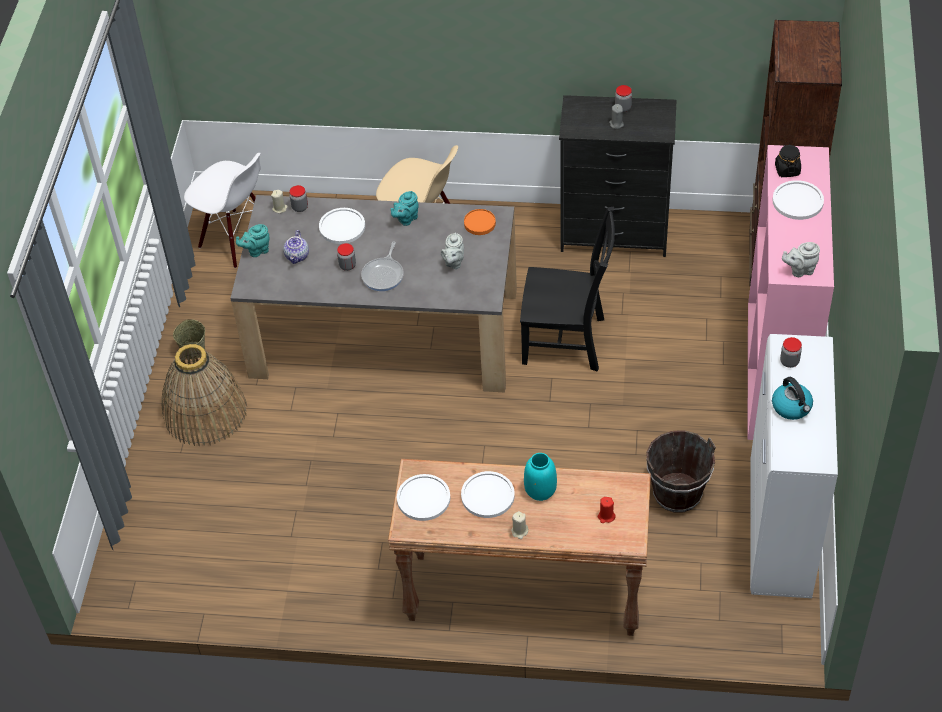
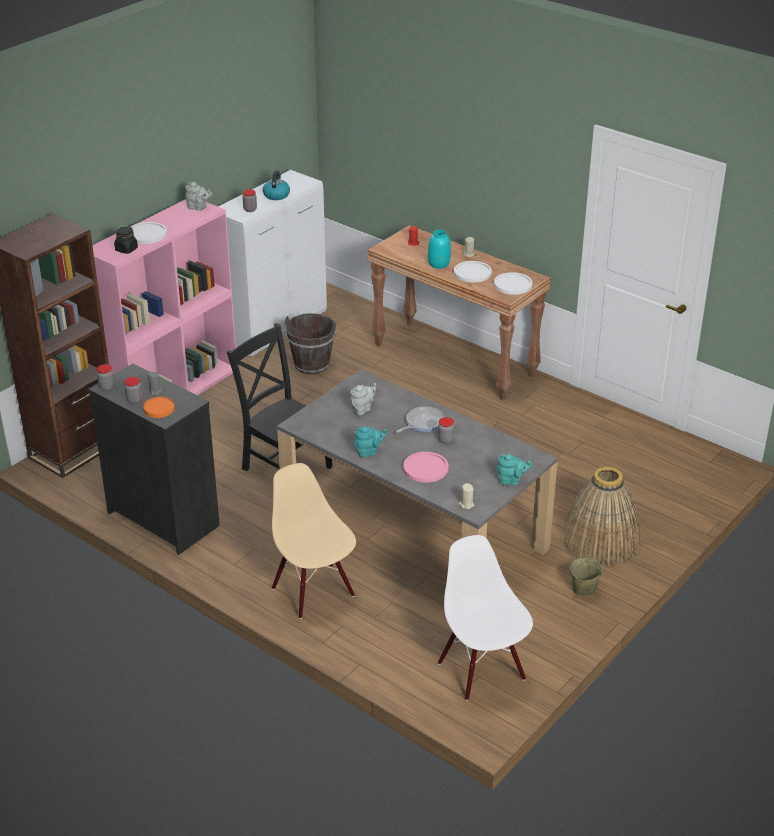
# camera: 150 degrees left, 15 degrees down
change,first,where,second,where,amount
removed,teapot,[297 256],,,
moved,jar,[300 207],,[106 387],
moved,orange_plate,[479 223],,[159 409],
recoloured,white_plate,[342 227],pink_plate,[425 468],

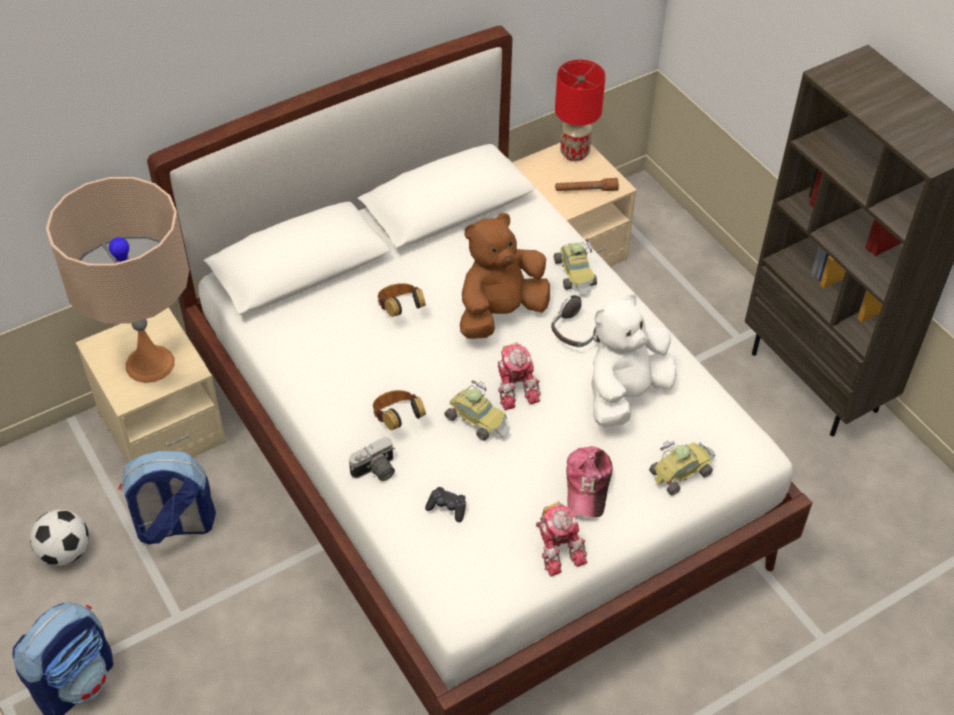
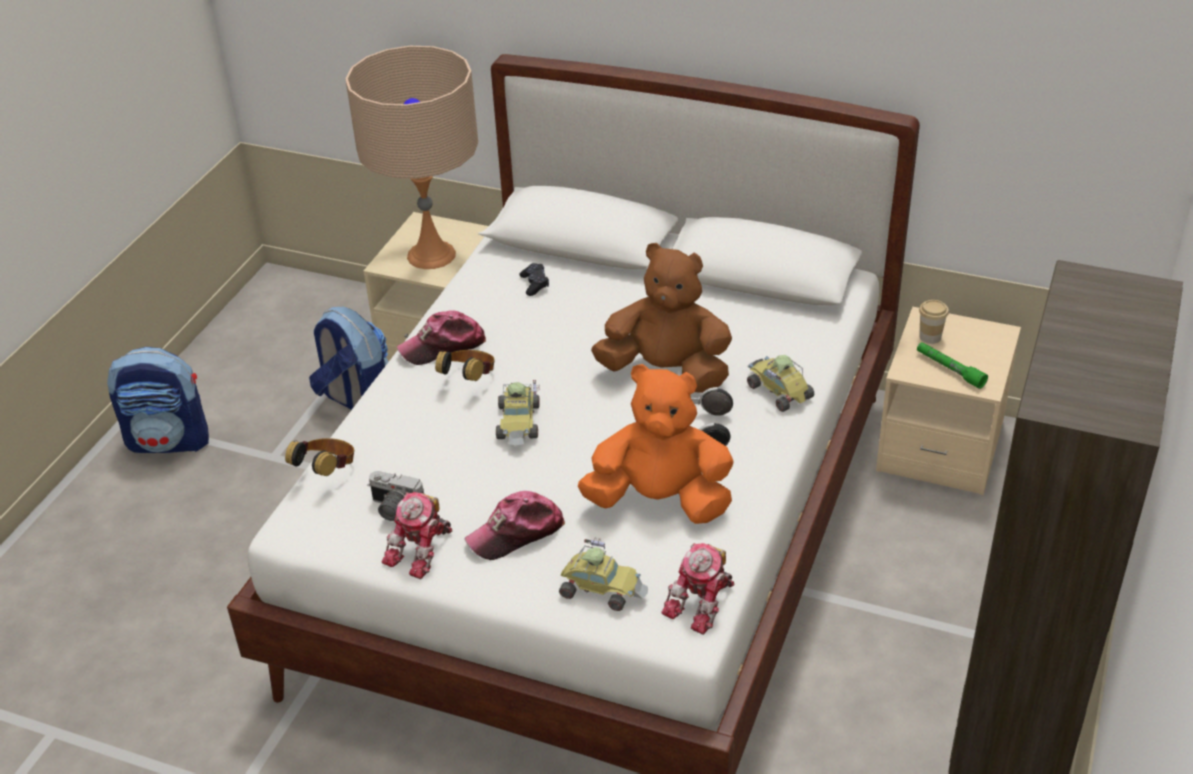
# camera: 55 degrees right, 10 degrees down
change,first,where,second,where,amount
removed,football,[65 552],,,
removed,red_table_lamp,[574 153],,,
added,,,cap,[443 346],
added,,,cup,[930 337],
moved,photo_camera,[376 471],,[394 509],
moved,headphones,[400 310],,[327 471],
moved,black_game_controller,[447 508],,[534 284],
moved,toy_robot,[515 386],,[703 603],
recoloured,brown_flashlight,[586 190],green_flashlight,[949 369],
recoloured,white_plush_toy,[625 394],orange_plush_toy,[660 501],
turned,toy_car,[576 273],,[777 391],105 degrees clockwise

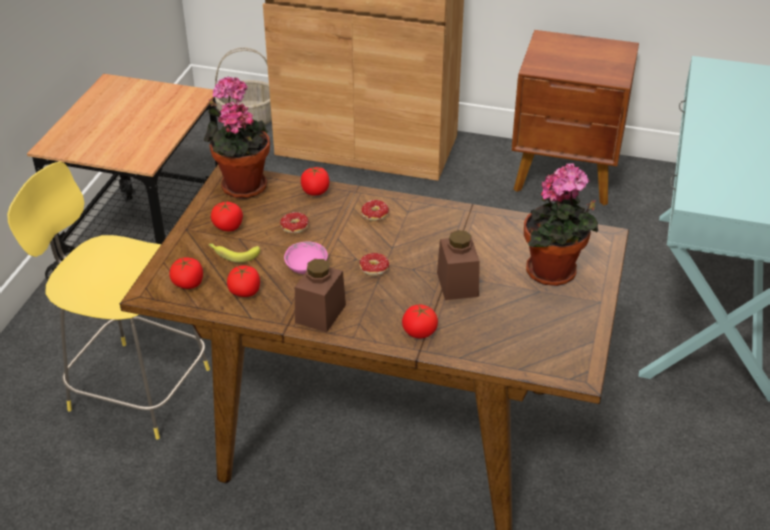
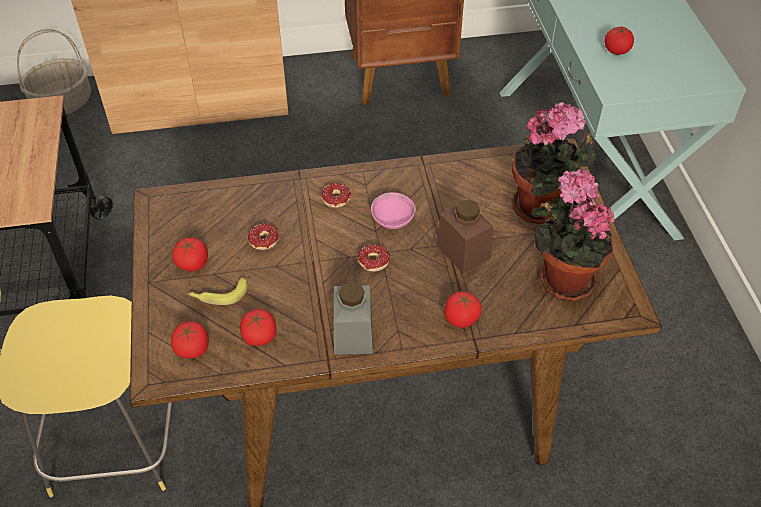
# camera: 25 degrees left, 10 degrees up
change,first,where,second,where,amount
moved,potted_plant,[241 184],,[561 279],
moved,pink_bowl,[306 267],,[392 220],
moved,tomato,[315 191],,[617 50],
recoloured,brown_jar,[320 313],grey_jar,[353 333],

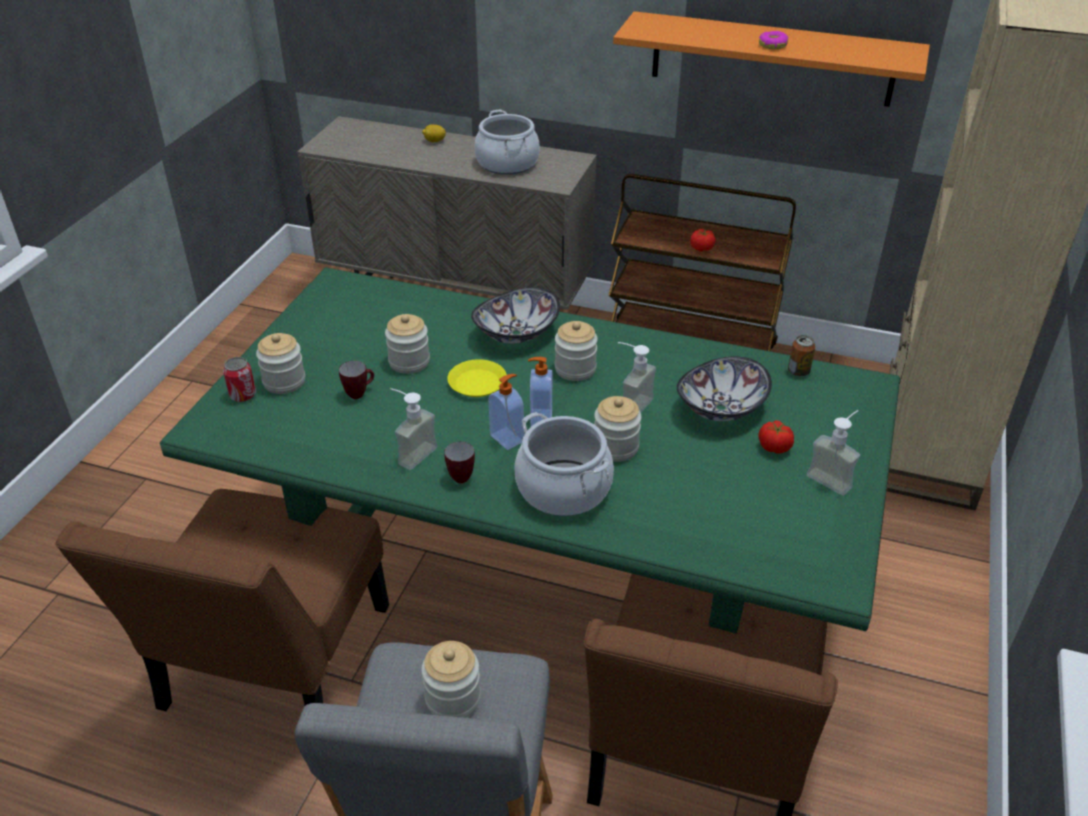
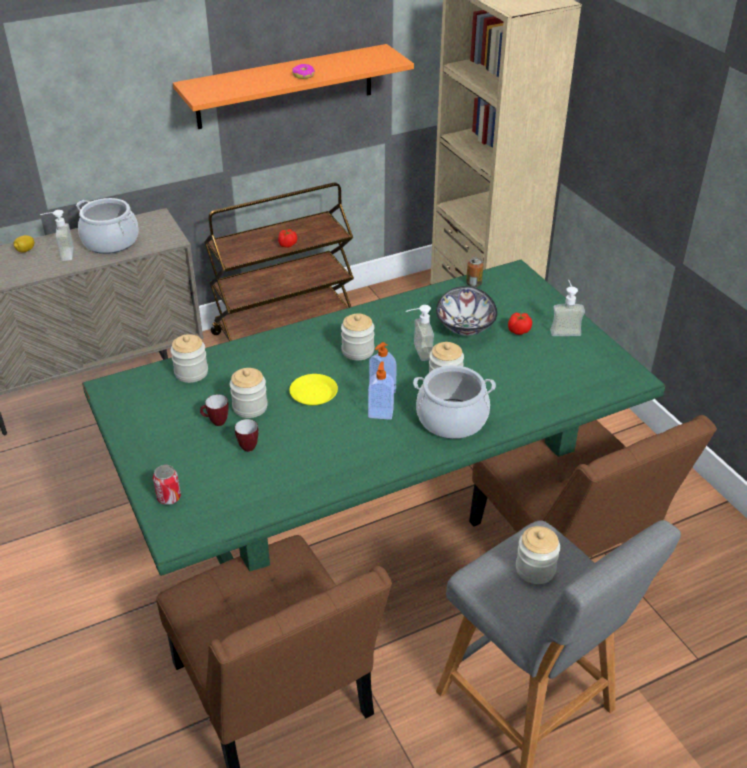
# camera: 45 degrees left, 0 degrees up
change,first,where,second,where,amount
removed,bowl,[515 333],,,
moved,jar,[284 382],,[191 372],
moved,soap_dispenser,[411 452],,[61 254],
moved,mug,[458 476],,[215 422],

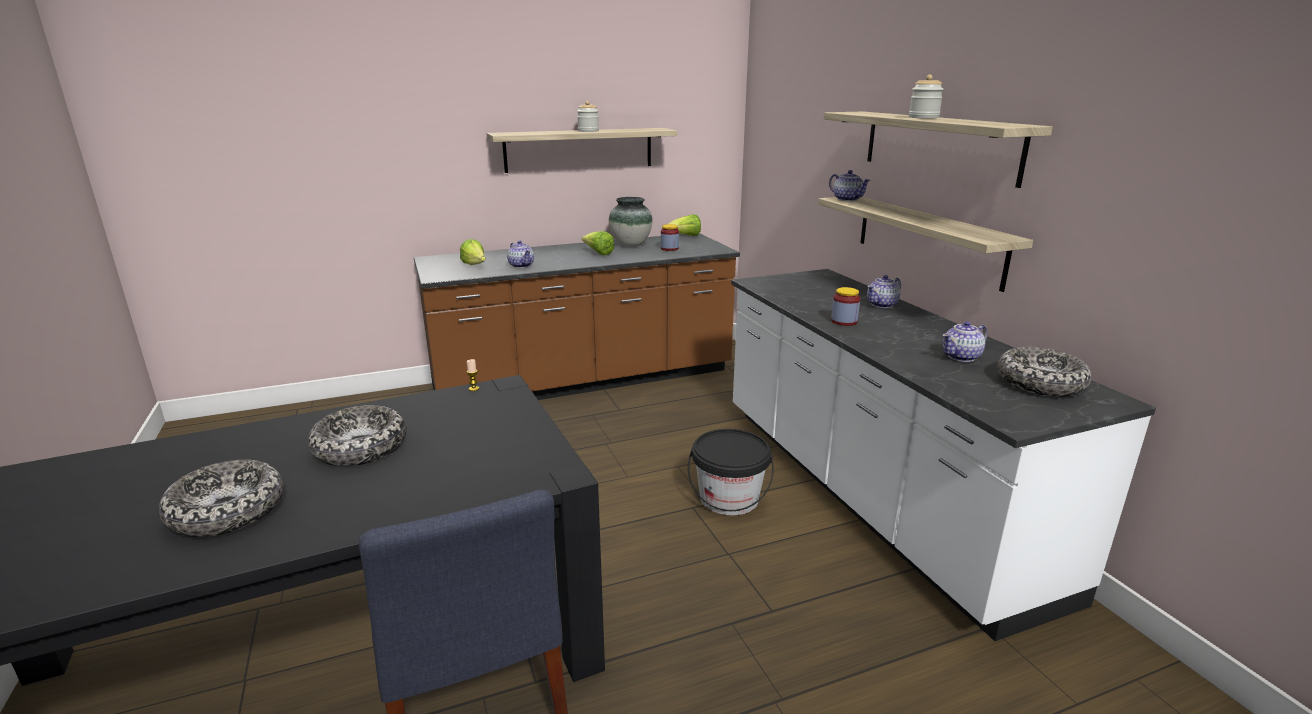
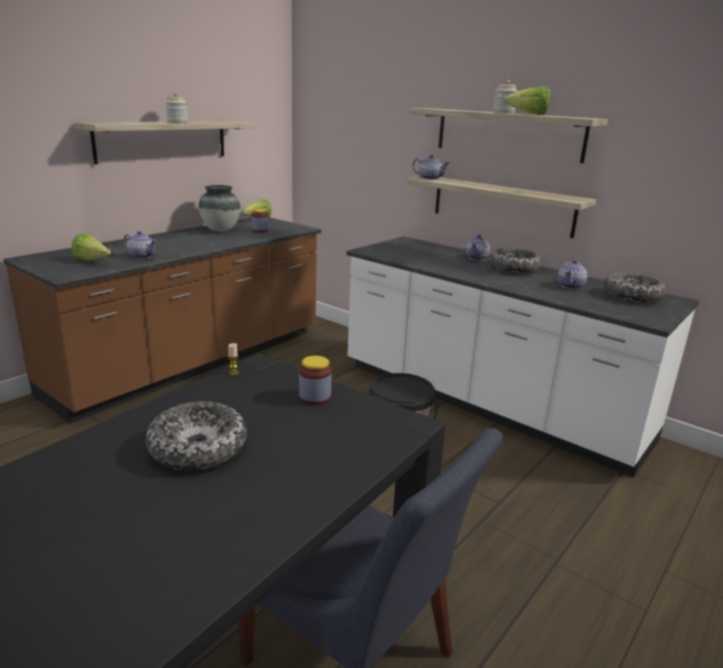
# camera: 30 degrees left, 0 degrees up
change,first,where,second,where,amount
moved,bowl,[227 511],,[513 268],
moved,lettuce,[598 253],,[529 114],
moved,jar,[844 321],,[315 397],

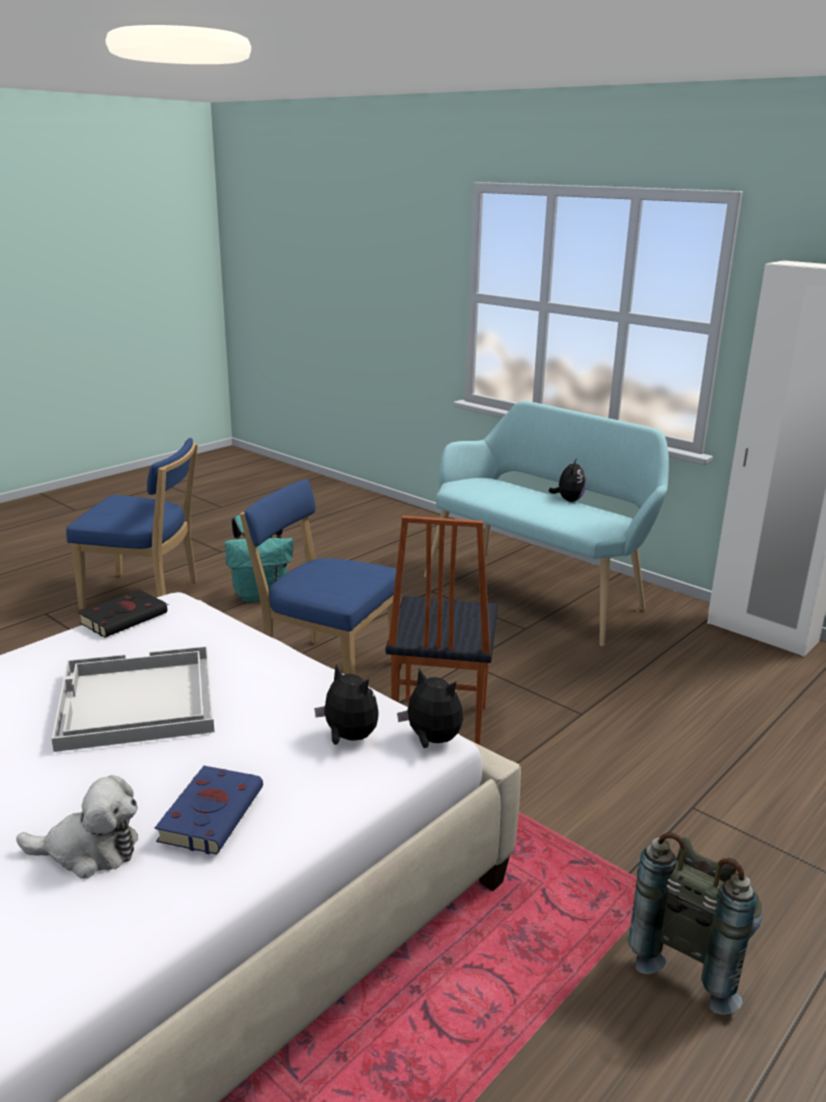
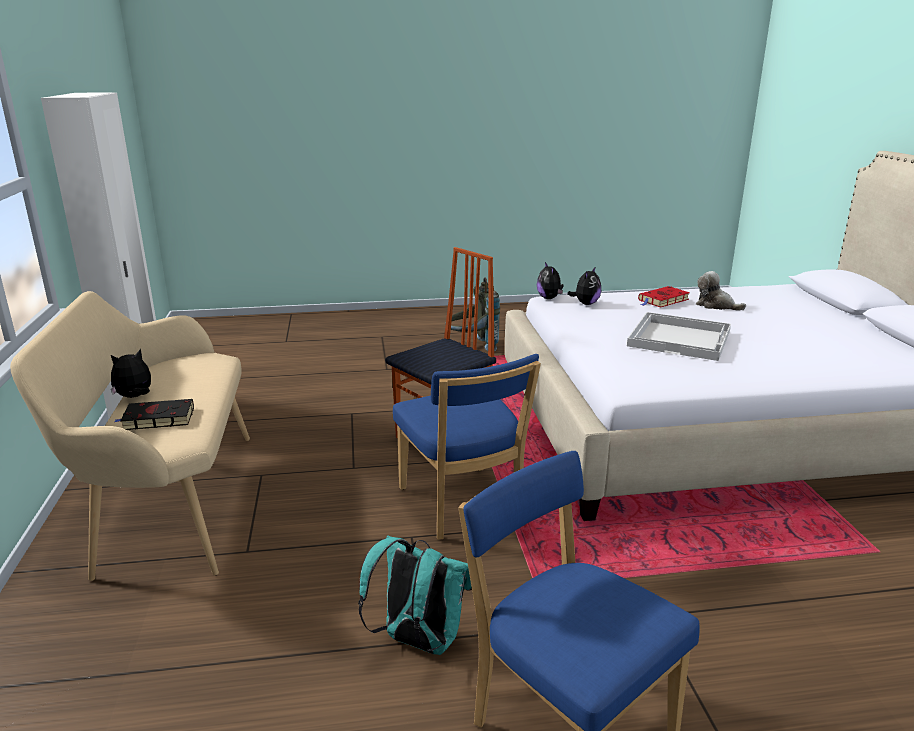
# camera: 140 degrees left, 0 degrees up
change,first,where,second,where,amount
moved,black_book,[126 617],,[156 419],
recoloured,blue_book,[212 813],red_book,[662 300],
recoloured,turquoise_bench,[540 591],beige_bench,[168 503],
turned,plush_toy,[348 738],,[585 303],135 degrees counterclockwise

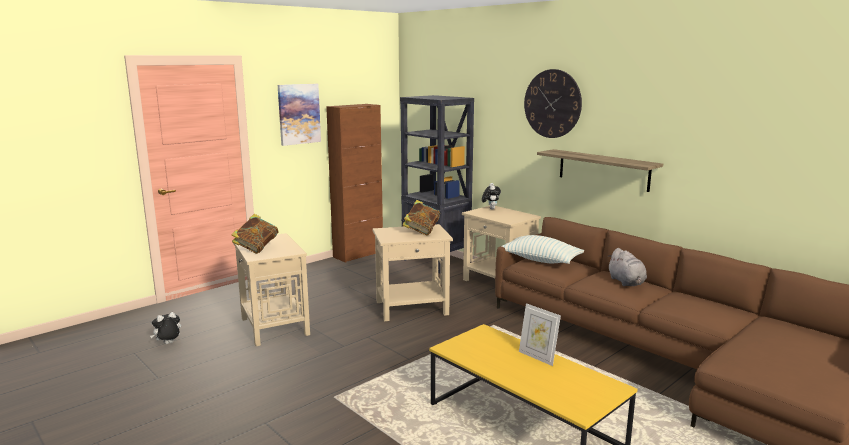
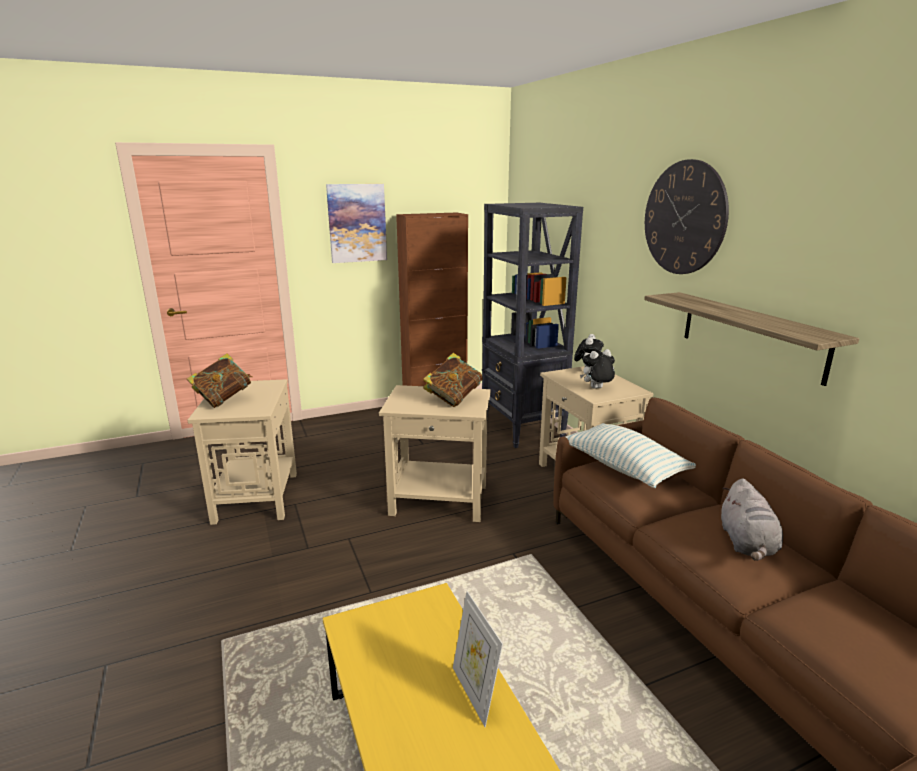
# camera: 20 degrees right, 5 degrees up
change,first,where,second,where,amount
moved,plush_toy,[168 344],,[596 389],

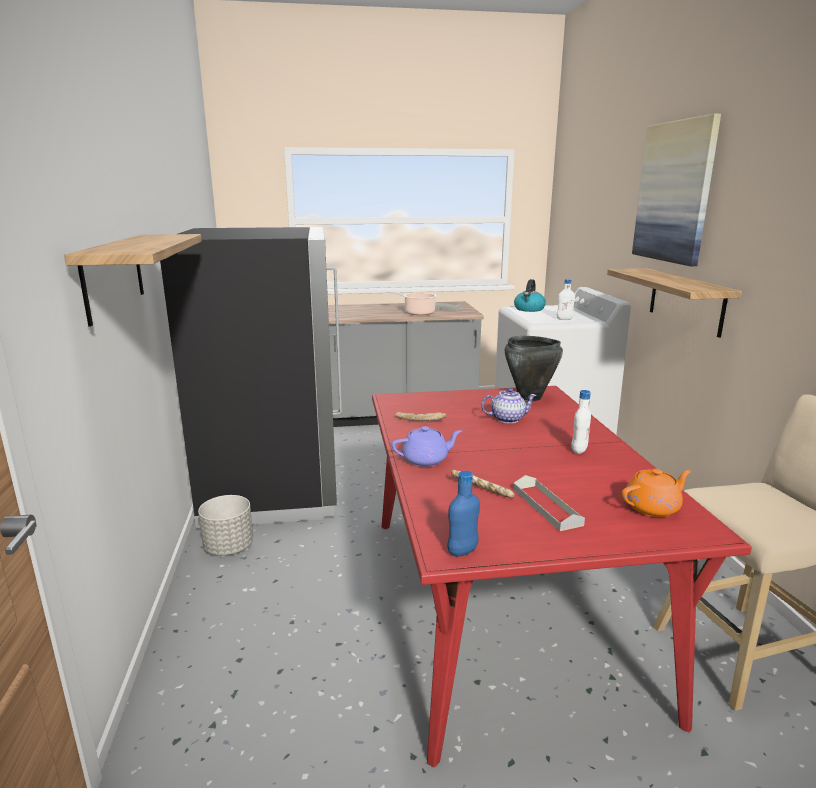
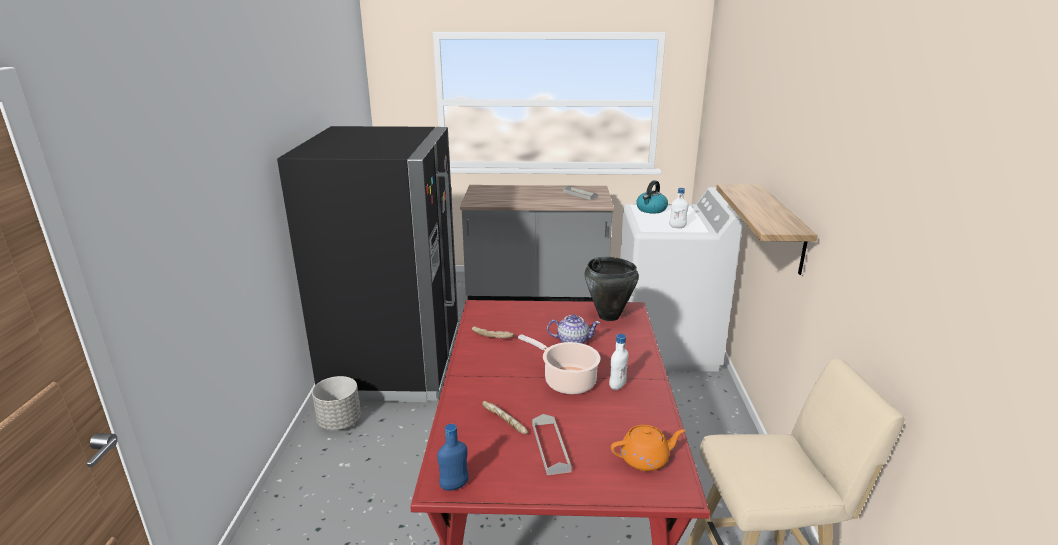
# camera: 10 degrees right, 5 degrees up
change,first,where,second,where,amount
removed,shelf,[113 276],,,
removed,purple_teapot,[426 460],,,
removed,picture,[674 192],,,
moved,cooking_pot,[417 313],,[566 381],

